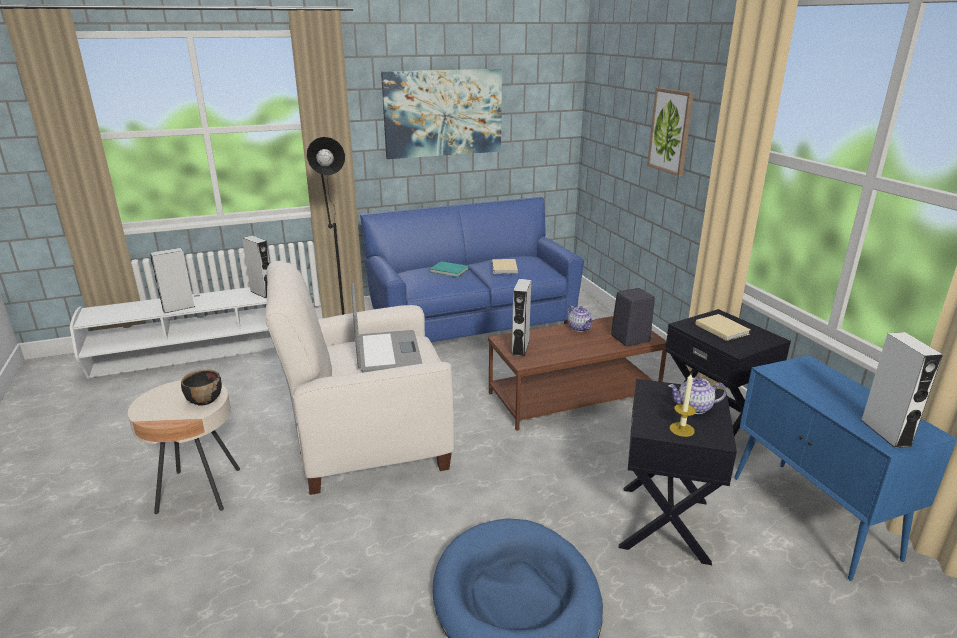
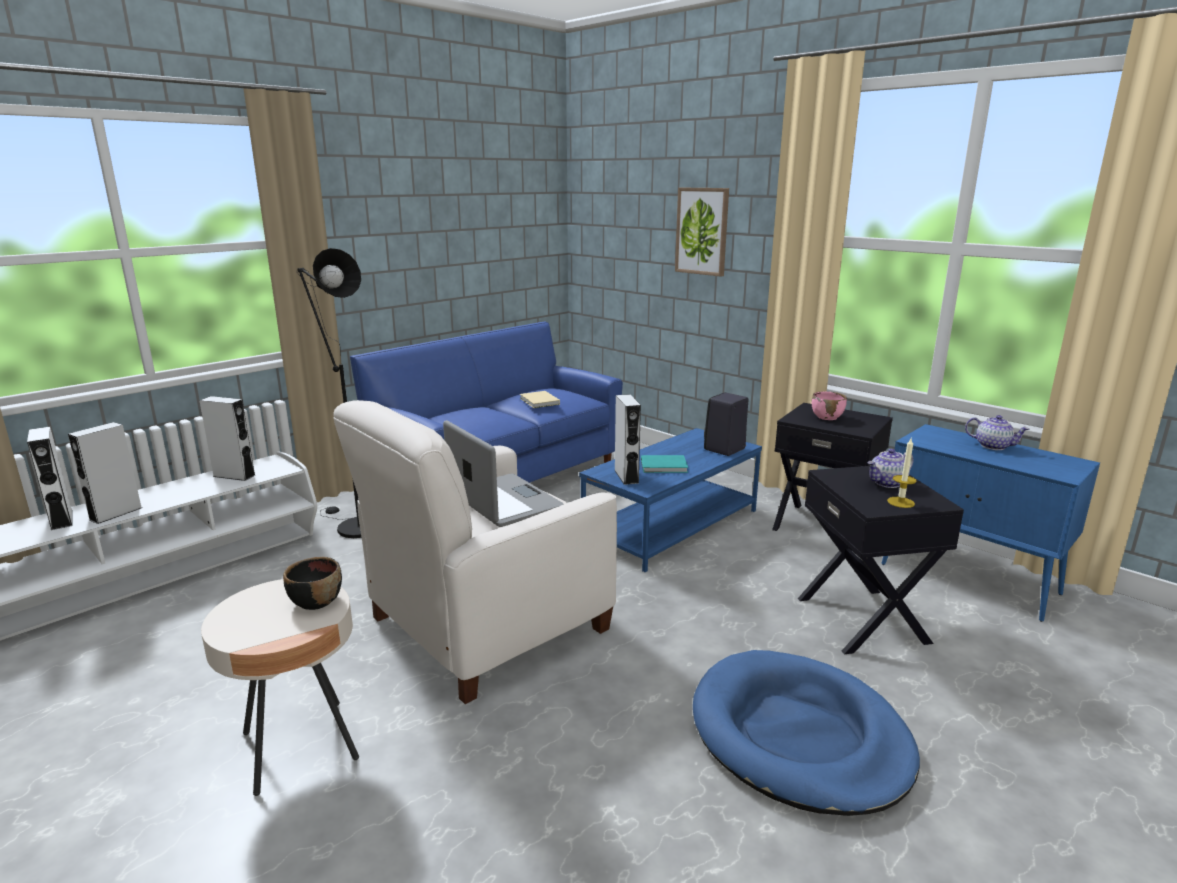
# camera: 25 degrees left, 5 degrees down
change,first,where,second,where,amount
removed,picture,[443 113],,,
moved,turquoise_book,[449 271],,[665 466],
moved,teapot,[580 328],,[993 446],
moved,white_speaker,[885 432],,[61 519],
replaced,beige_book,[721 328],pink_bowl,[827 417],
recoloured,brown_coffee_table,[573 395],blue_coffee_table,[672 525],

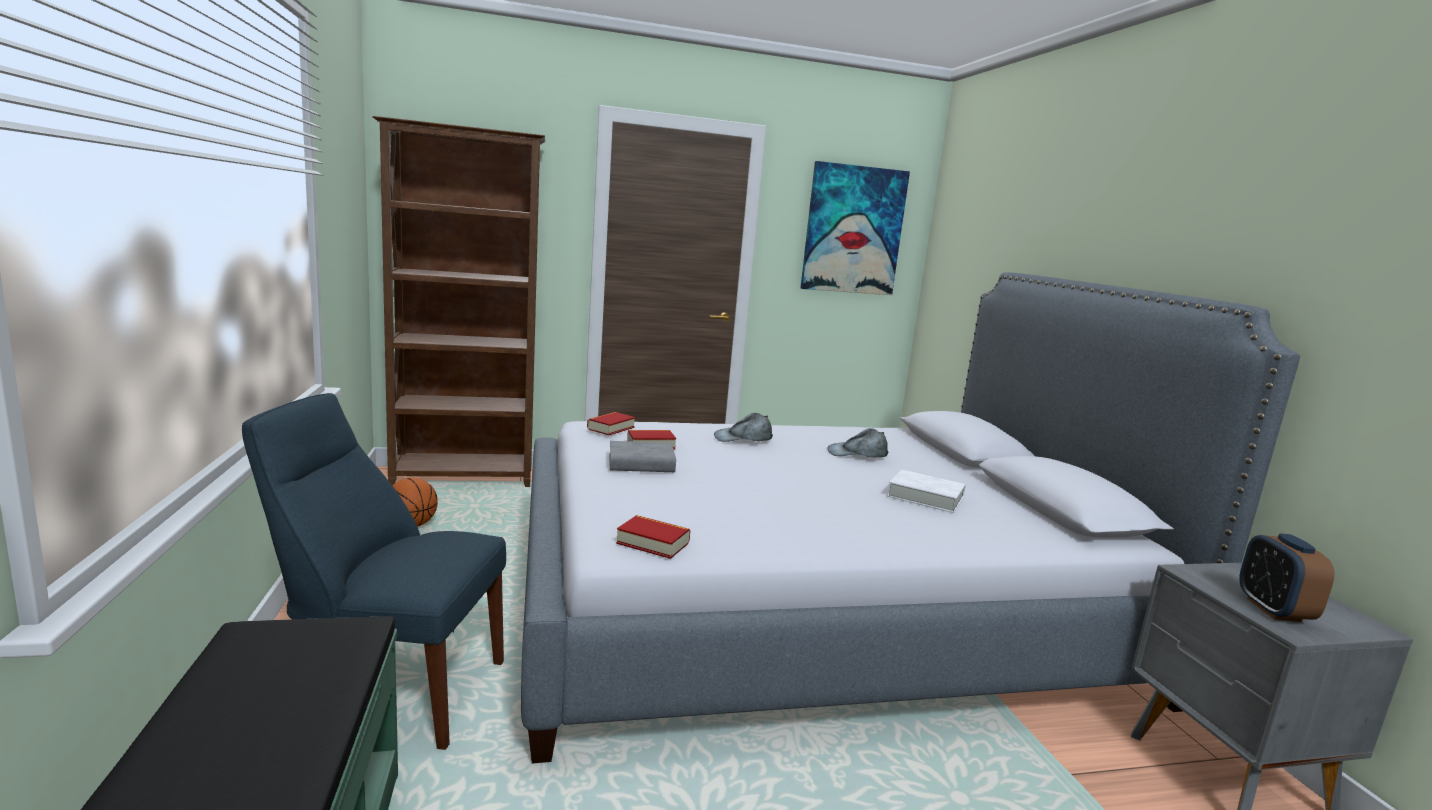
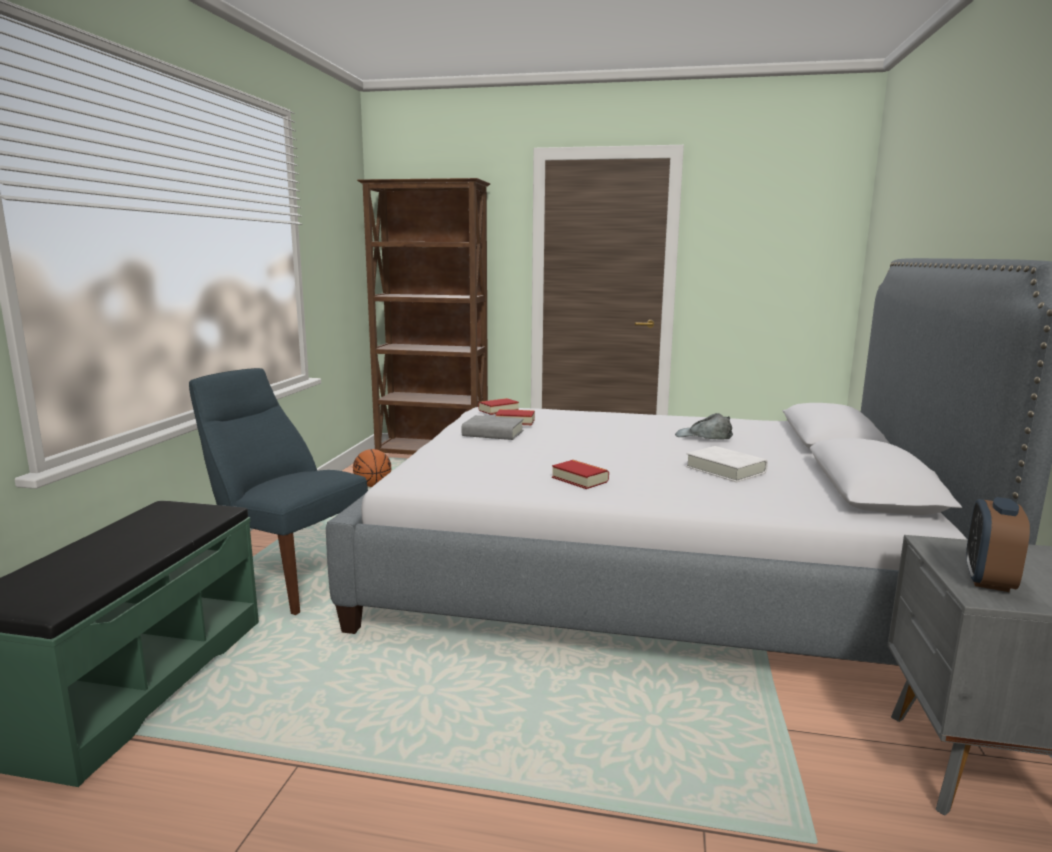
# camera: 25 degrees right, 0 degrees up
change,first,where,second,where,amount
removed,grey_cap,[743 438],,,
removed,picture,[853 230],,,
moved,book,[653 543],,[580 479],

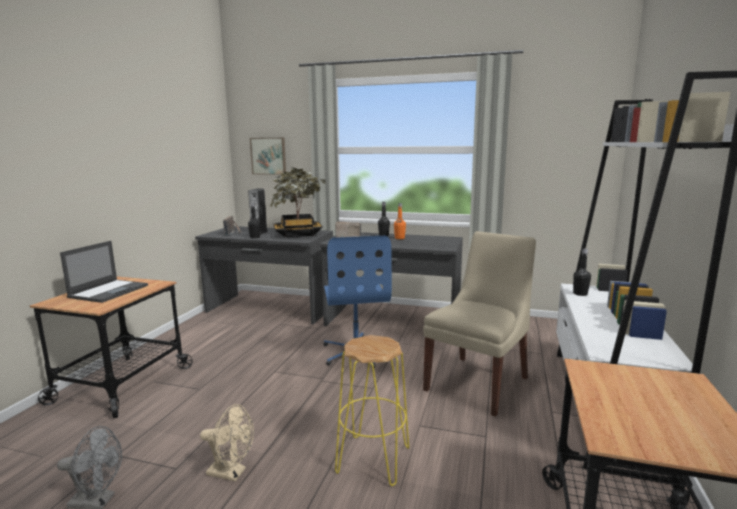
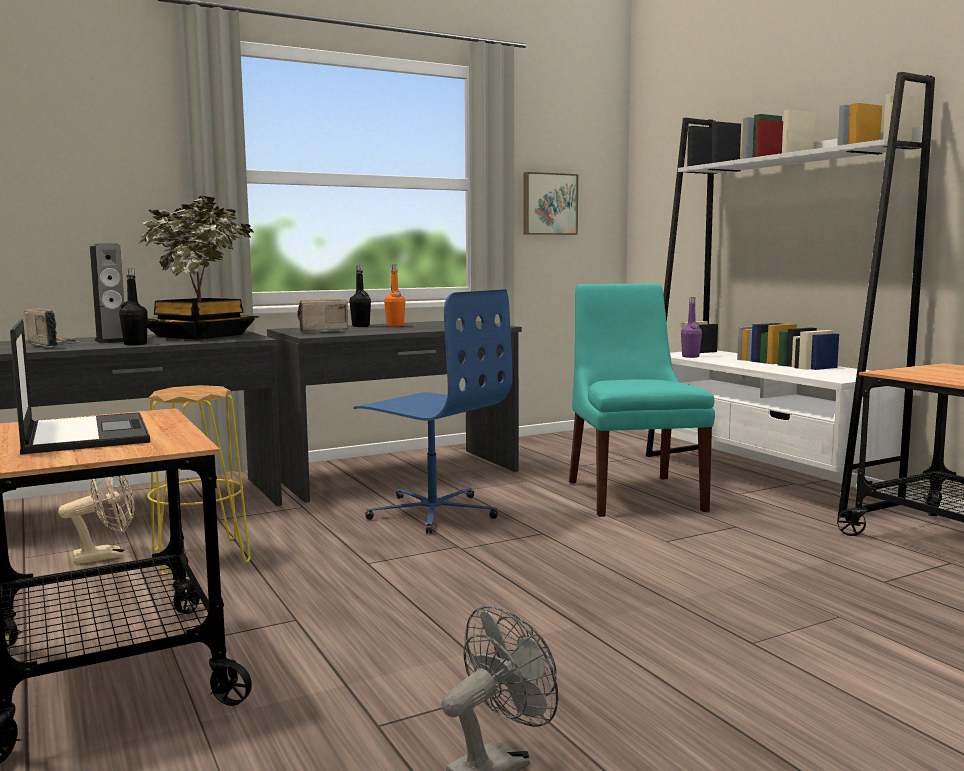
# camera: 45 degrees left, 5 degrees down
change,first,where,second,where,amount
moved,beige_fan,[231 473],,[107 556],
moved,picture,[269 156],,[549 204],
moved,yellow_stool,[372 459],,[199 556],
recoloured,beige_chair,[478 382],turquoise_chair,[633 494],
recoloured,black_bottle,[580 294],purple_bottle,[690 356],

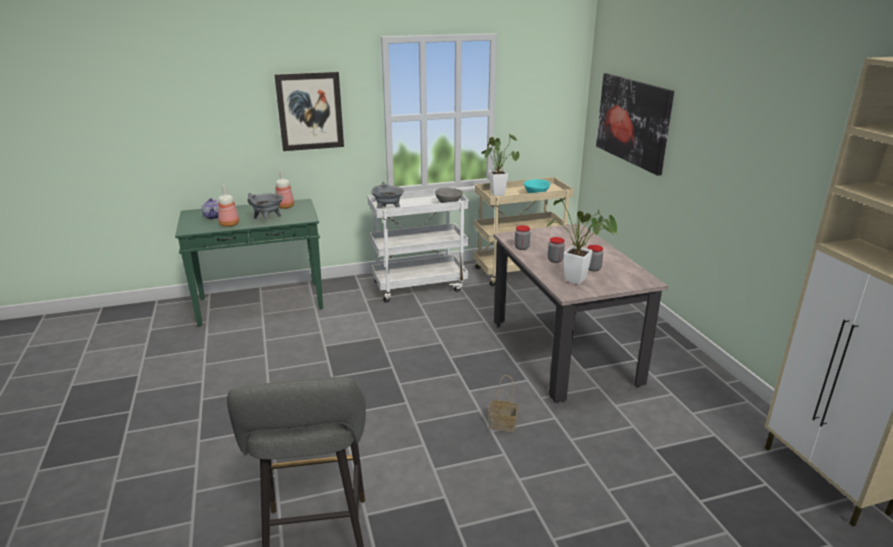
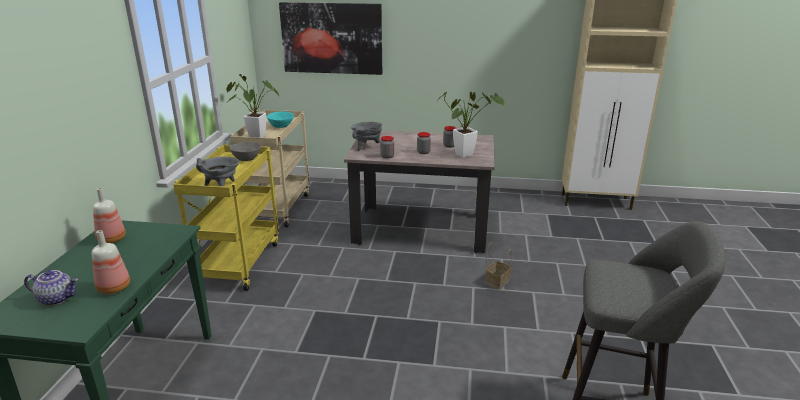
# camera: 65 degrees left, 0 degrees up
change,first,where,second,where,amount
removed,picture,[310 111],,,
moved,grey_cooking_pot,[268 219],,[367 147],
recoloured,white_cart,[419 286],yellow_cart,[239 262],

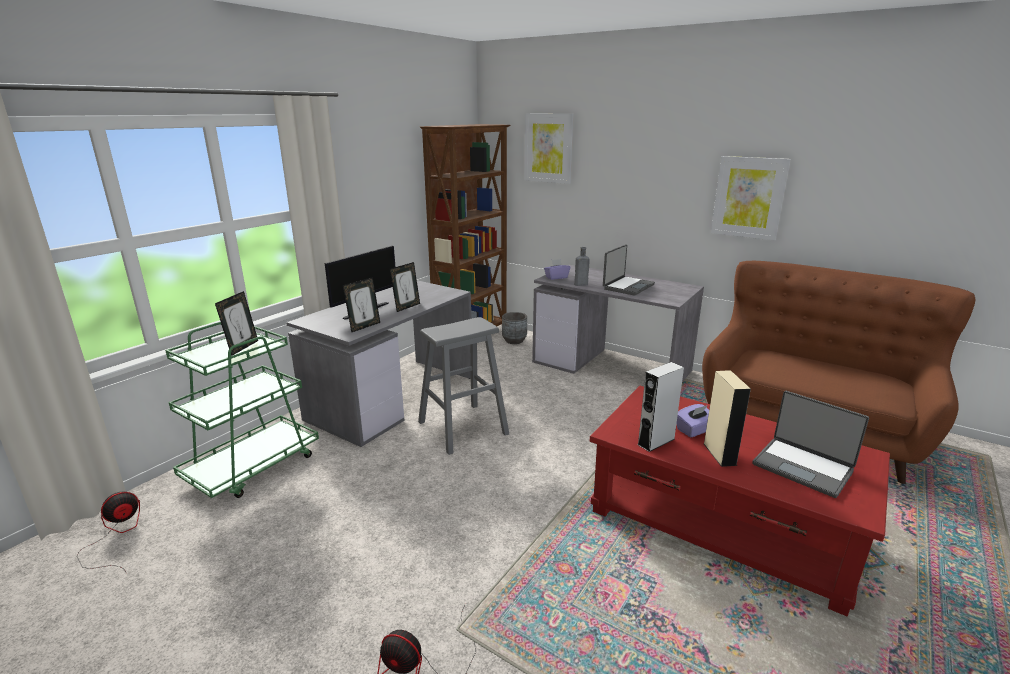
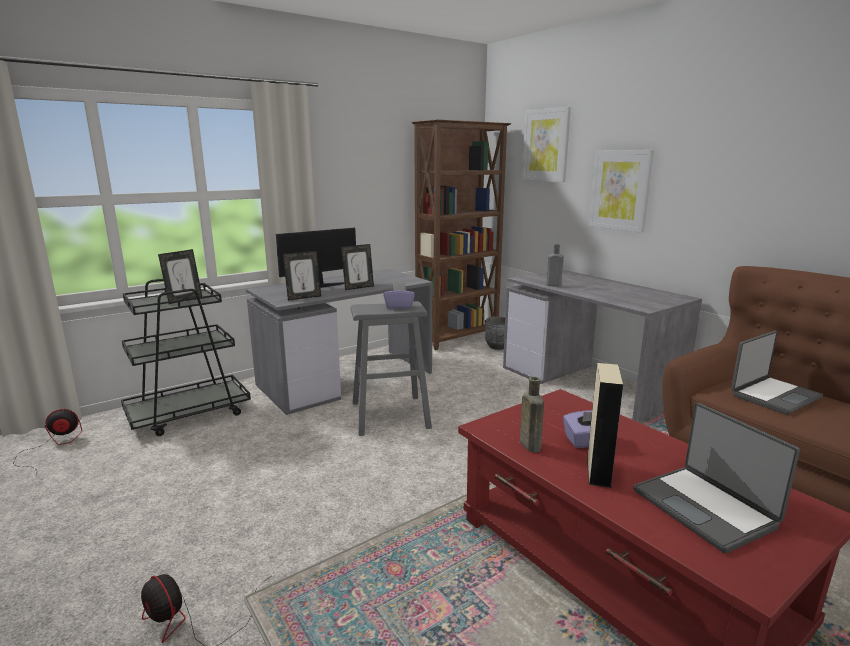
# camera: 20 degrees right, 5 degrees down
change,first,where,second,where,amount
moved,purple_tissue_box,[556 277],,[399 306],
moved,laptop,[627 286],,[773 396],
moved,picture,[749 197],,[620 190],
replaced,grey_speaker,[656 441],brown_bottle,[529 444],
recoloured,green_cart,[253 466],black_cart,[189 414],

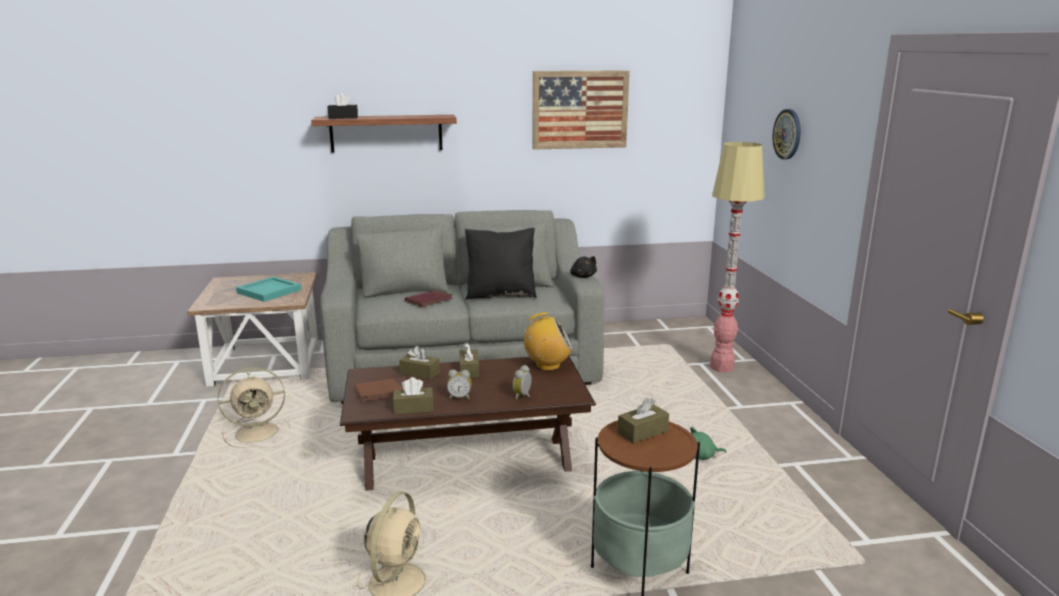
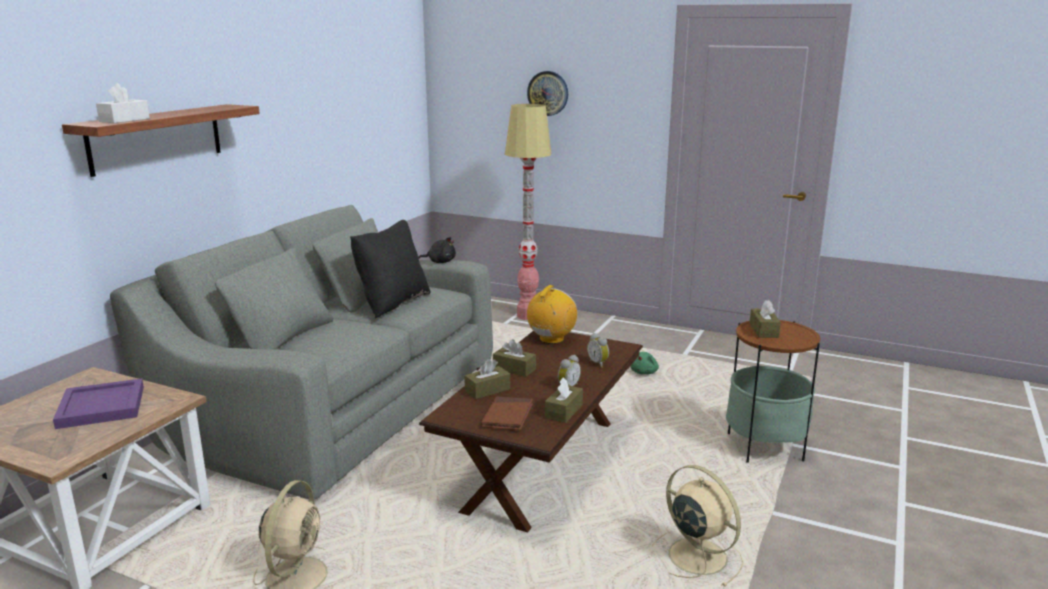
# camera: 55 degrees left, 0 degrees up
change,first,where,second,where,amount
removed,red_book,[429 300],,,
removed,picture,[580 110],,,
recoloured,turquoise_tray,[269 291],purple_tray,[100 406],
recoloured,black_tissue_box,[343 117],white_tissue_box,[124 120],

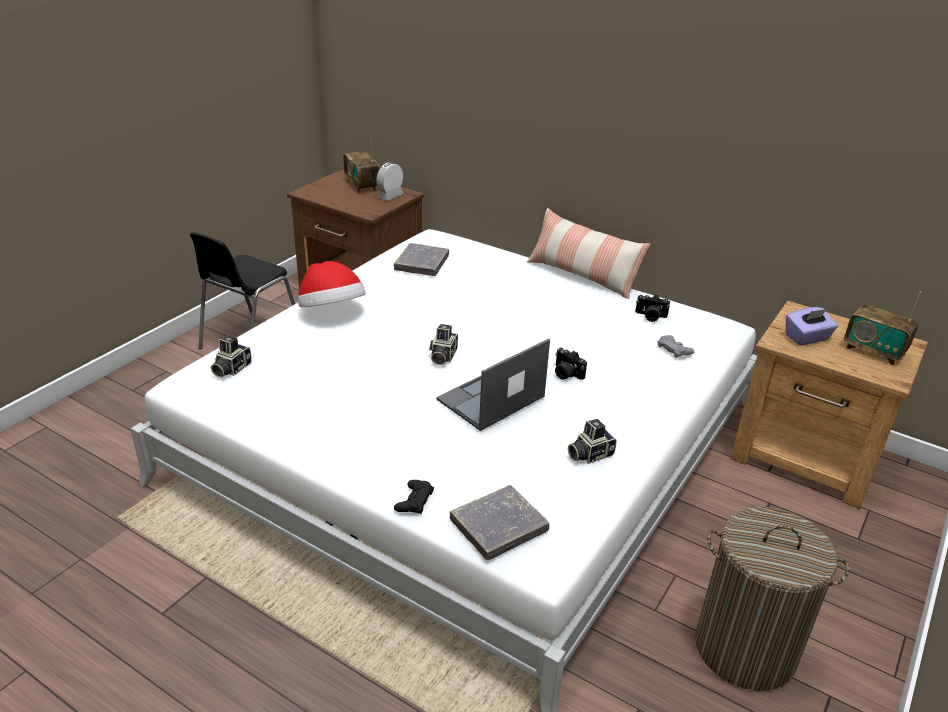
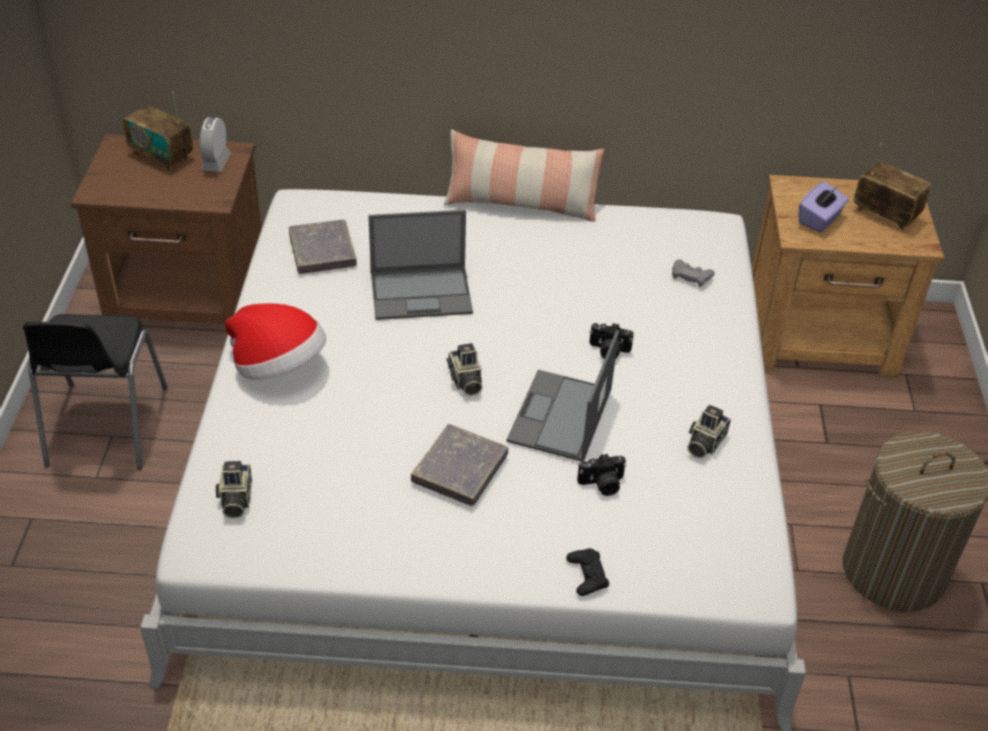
# camera: 30 degrees left, 10 degrees up
change,first,where,second,where,amount
added,,,laptop,[422 293],
moved,grey_book,[499 526],,[460 469],
moved,photo_camera,[650 316],,[602 484],
turned,radio,[873 351],,[885 214],150 degrees counterclockwise

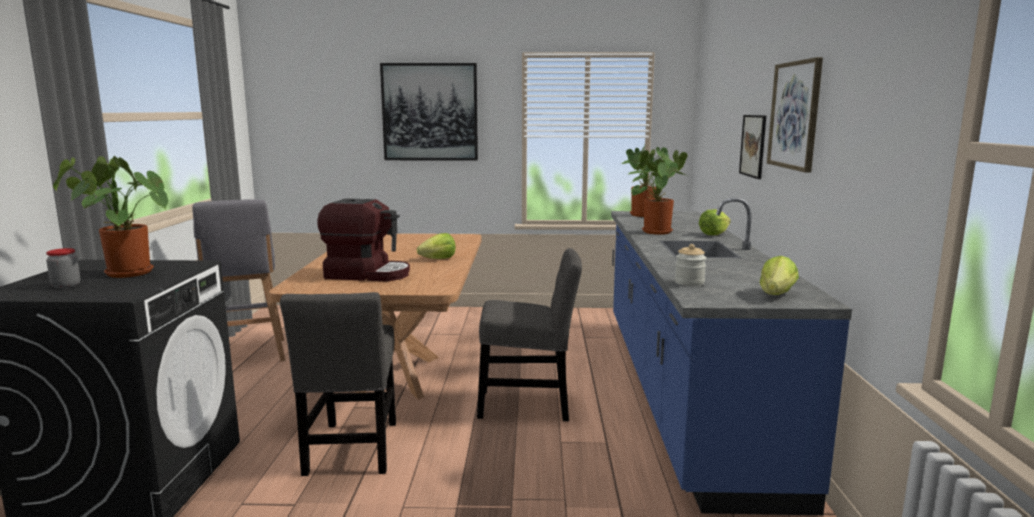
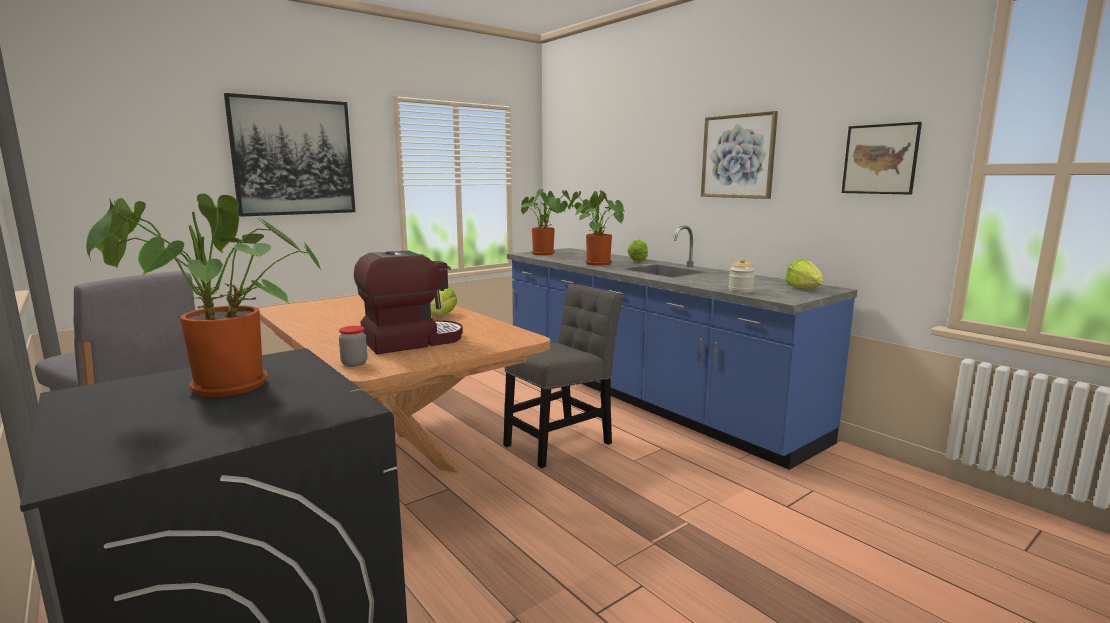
# camera: 40 degrees left, 0 degrees up
change,first,where,second,where,amount
removed,grey_chair,[352 451],,,
moved,jar,[66 286],,[354 363],
moved,picture,[753 146],,[880 159],

